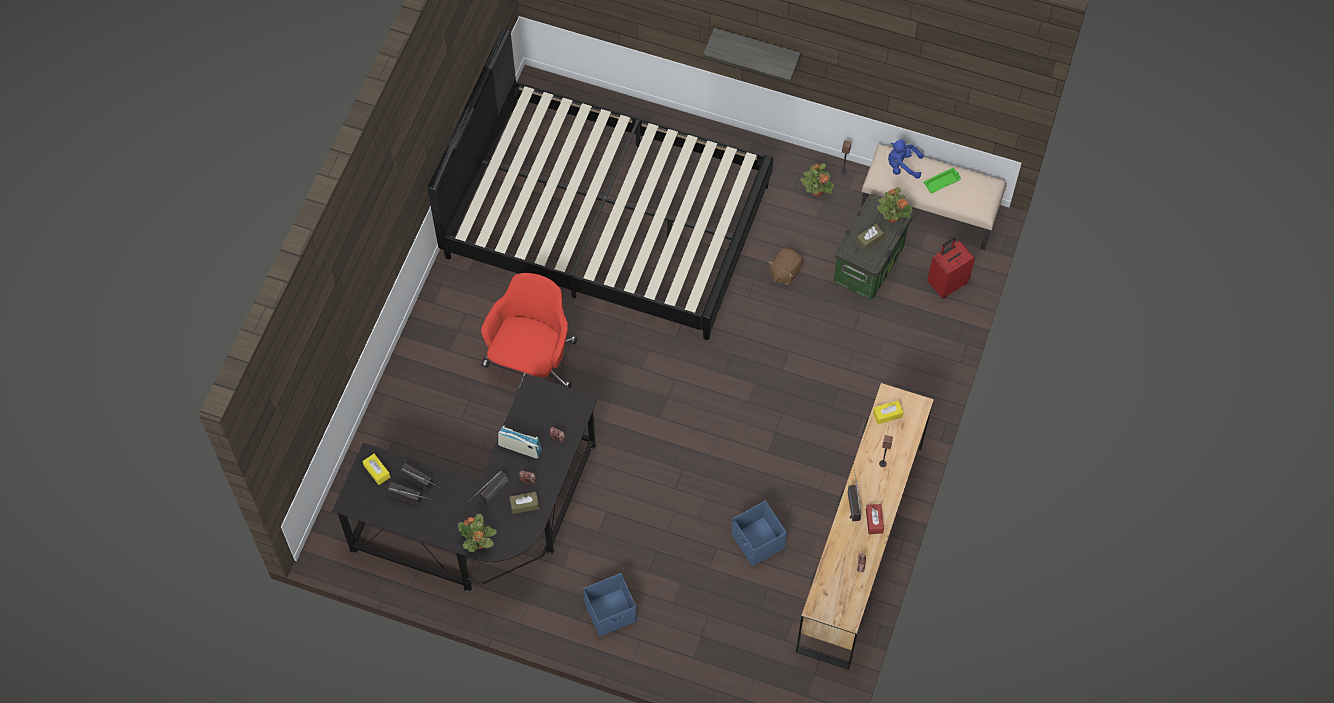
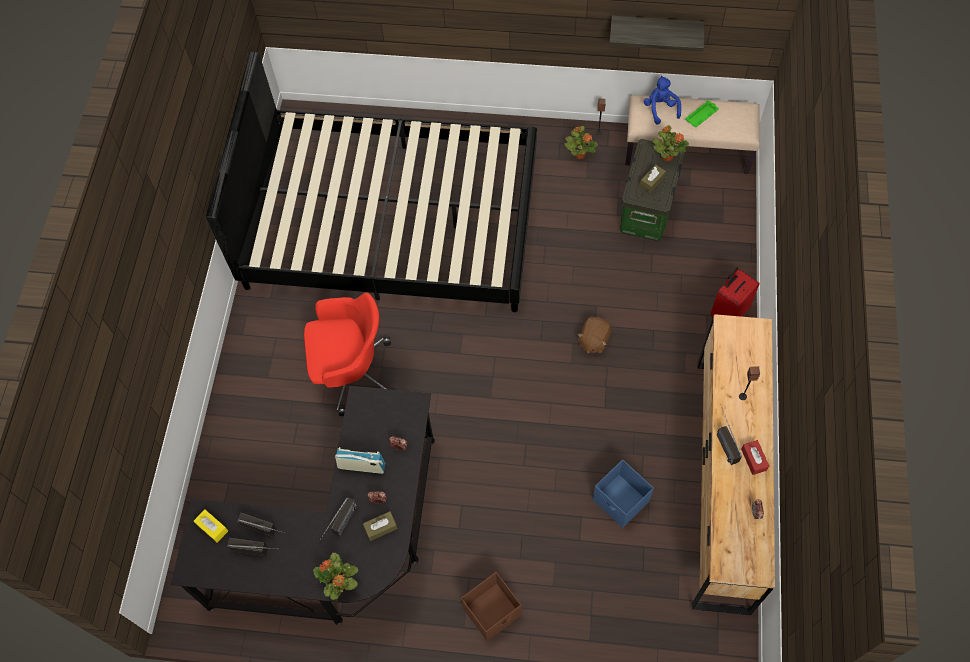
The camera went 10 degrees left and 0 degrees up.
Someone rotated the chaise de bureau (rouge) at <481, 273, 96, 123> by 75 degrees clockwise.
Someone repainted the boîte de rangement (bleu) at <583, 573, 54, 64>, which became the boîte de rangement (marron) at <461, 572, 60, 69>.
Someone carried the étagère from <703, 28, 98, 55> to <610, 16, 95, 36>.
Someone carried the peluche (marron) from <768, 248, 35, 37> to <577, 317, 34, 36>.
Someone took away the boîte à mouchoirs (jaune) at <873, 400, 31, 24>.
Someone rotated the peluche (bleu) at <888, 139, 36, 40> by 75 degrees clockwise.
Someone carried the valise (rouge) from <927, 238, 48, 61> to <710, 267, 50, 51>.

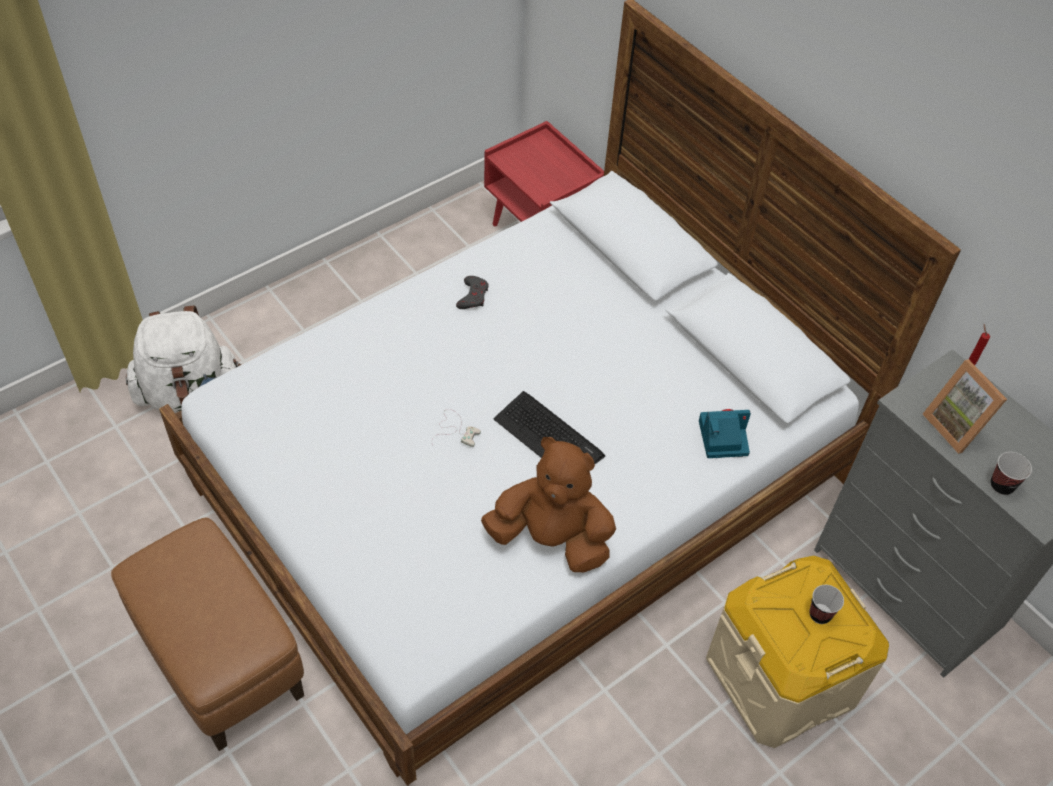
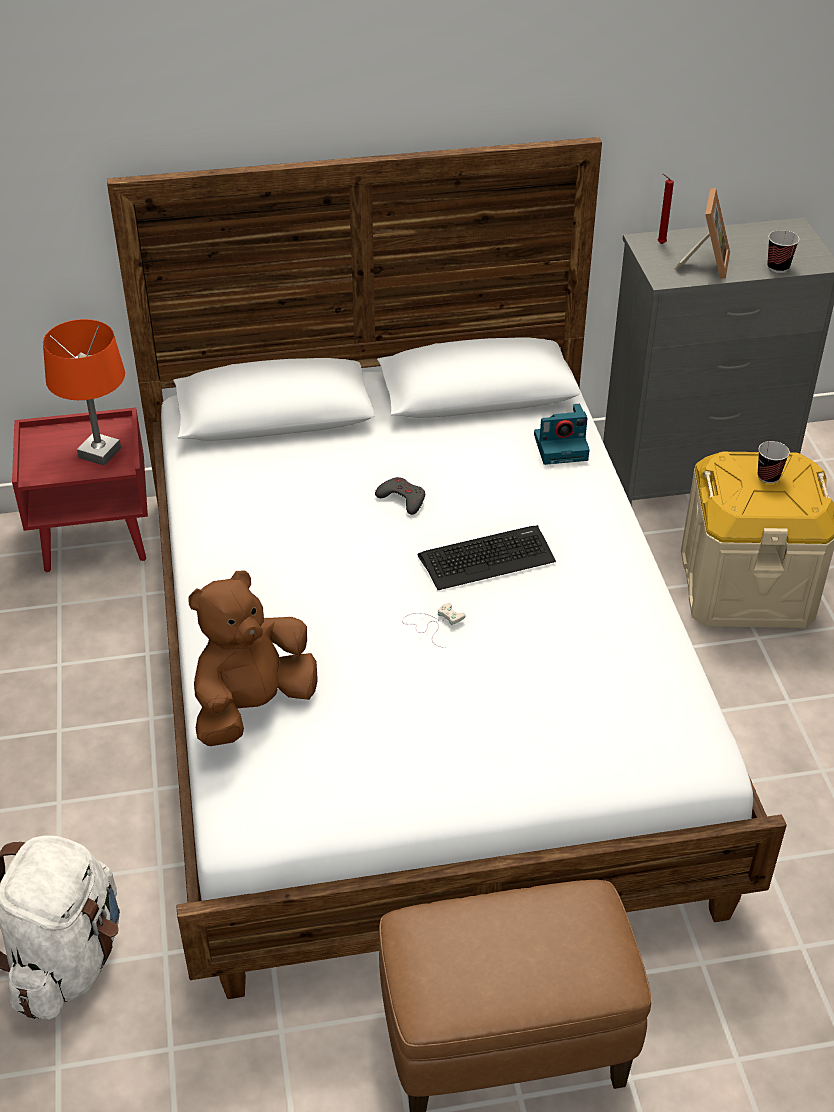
The camera went 60 degrees left and 10 degrees down.
Someone carried the manette (gris) from <456, 276, 33, 33> to <375, 477, 50, 38>.
Someone carried the peluche (marron) from <481, 437, 135, 135> to <188, 570, 130, 176>.
Someone rotated the appareil photo at <699, 409, 52, 49> by 120 degrees counterclockwise.
Someone rotated the cadre photo at <923, 359, 84, 95> by 75 degrees counterclockwise.
Someone put down the lampe de table (orange) at <43, 319, 82, 147>.

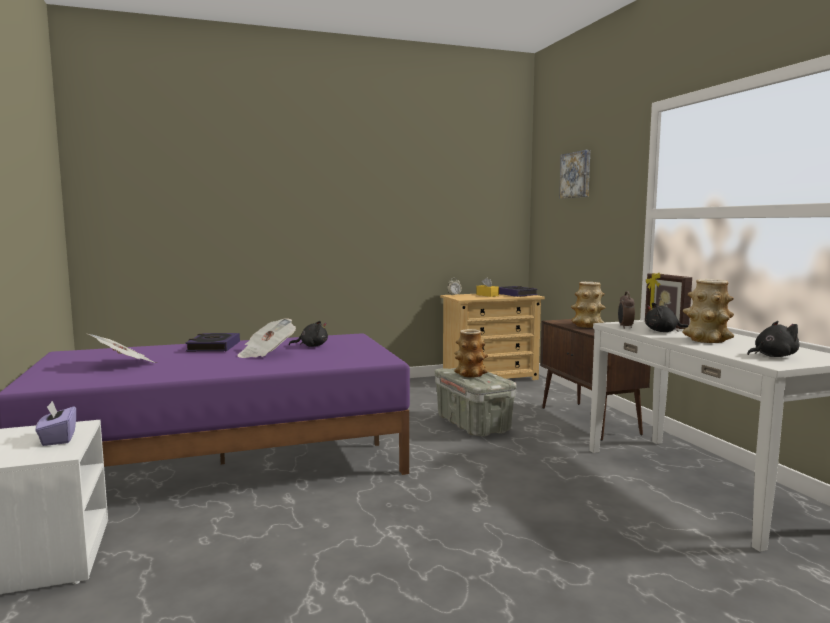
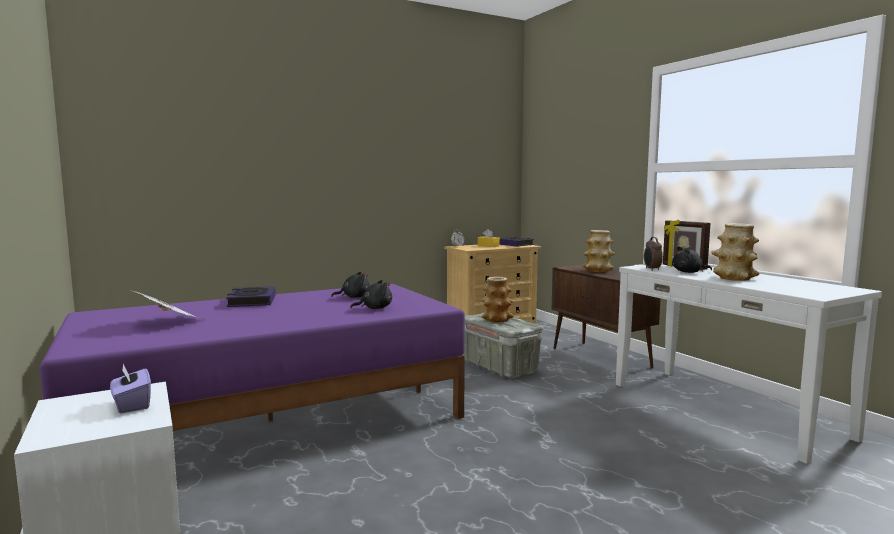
The camera went 10 degrees left and 0 degrees up.
Someone took away the journal at <237, 318, 59, 40>.
Someone took away the tableau at <559, 150, 31, 49>.
Someone carried the peluche (noir) from <747, 321, 52, 36> to <350, 280, 42, 29>.

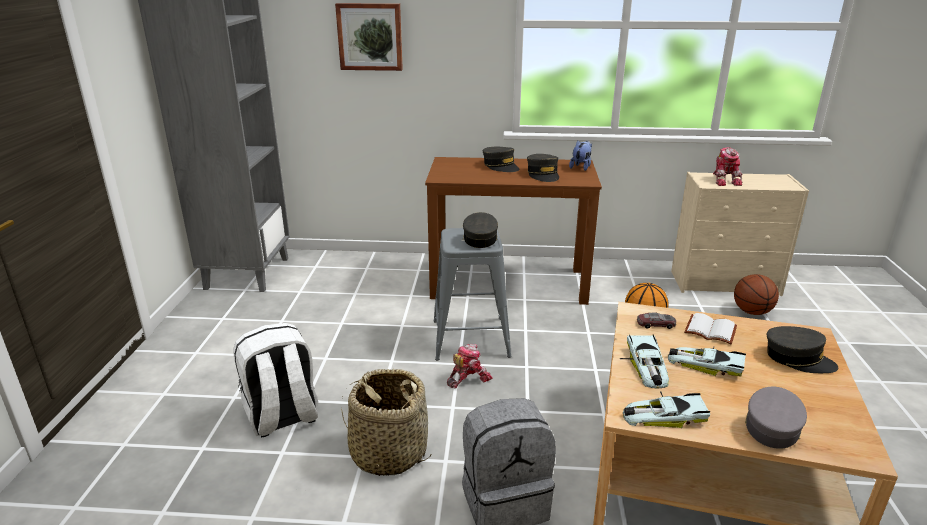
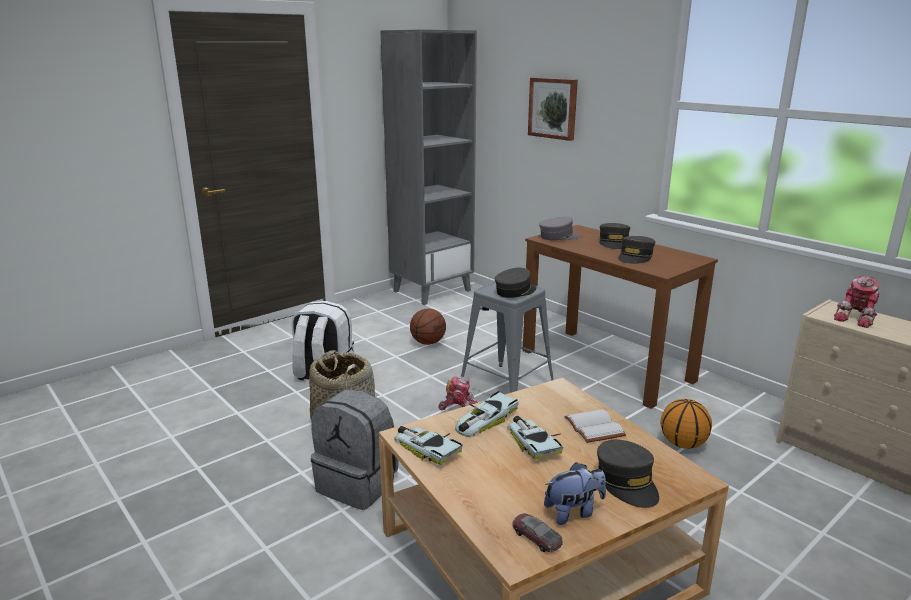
The camera went 45 degrees right and 5 degrees down.
Someone carried the peluche from <569, 140, 23, 31> to <544, 462, 62, 63>.
Someone carried the petite voiture from <637, 312, 39, 17> to <513, 513, 50, 39>.
Someone carried the ballon de basket from <734, 274, 45, 41> to <410, 309, 36, 36>.
Someone carried the casquette (gris) from <745, 387, 62, 62> to <539, 216, 42, 24>.

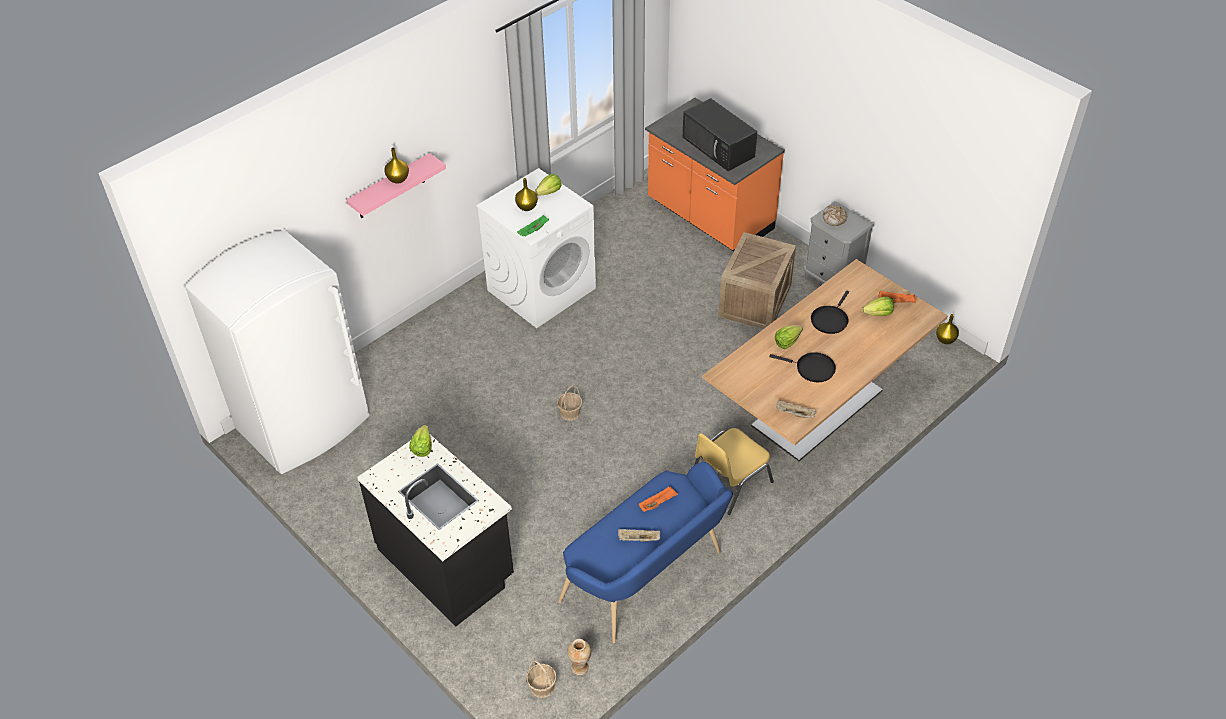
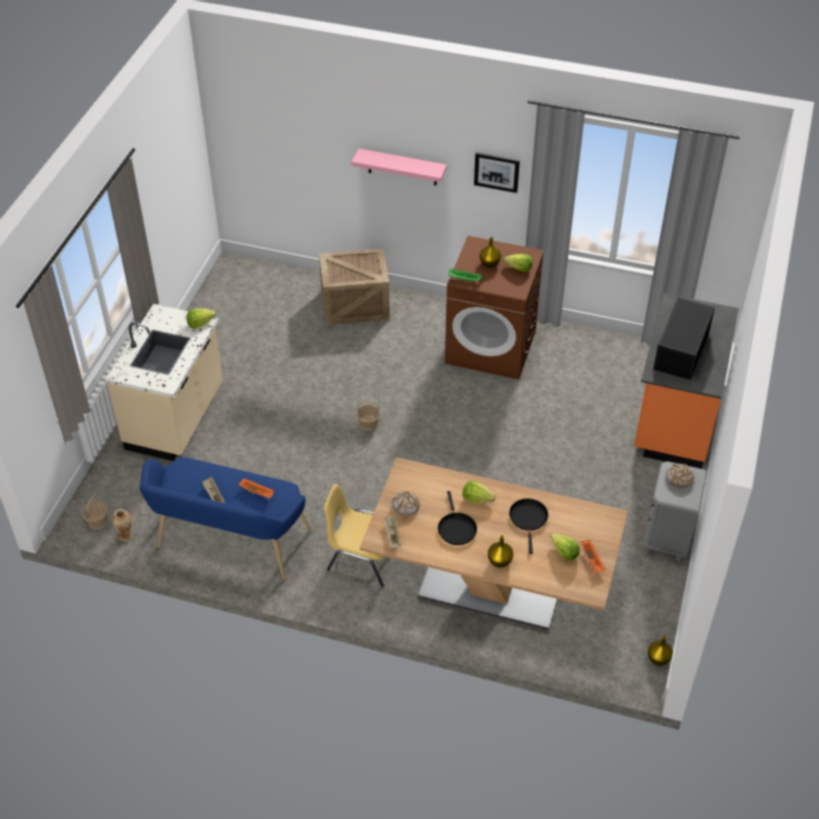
The camera went 60 degrees right and 0 degrees up.
Someone took away the réfrigérateur (blanc) at <185, 230, 184, 244>.
Someone repainted the comptoir de cuisine (noir) at <357, 435, 157, 191>, which became the comptoir de cuisine (beige) at <105, 304, 118, 157>.
Someone carried the vase (jaune) from <385, 148, 24, 36> to <488, 535, 25, 33>.
Someone repainted the lave-linge (blanc) at <476, 168, 120, 160>, which became the lave-linge (marron) at <445, 236, 99, 143>.
Someone carried the caisse from <718, 232, 78, 97> to <319, 249, 71, 76>.
Someone rotated the poêle (noir) at <811, 291, 38, 43> by 90 degrees clockwise.
Someone put down the pain at <392, 491, 28, 25>.
Someone put up the tableau at <474, 152, 46, 41>.

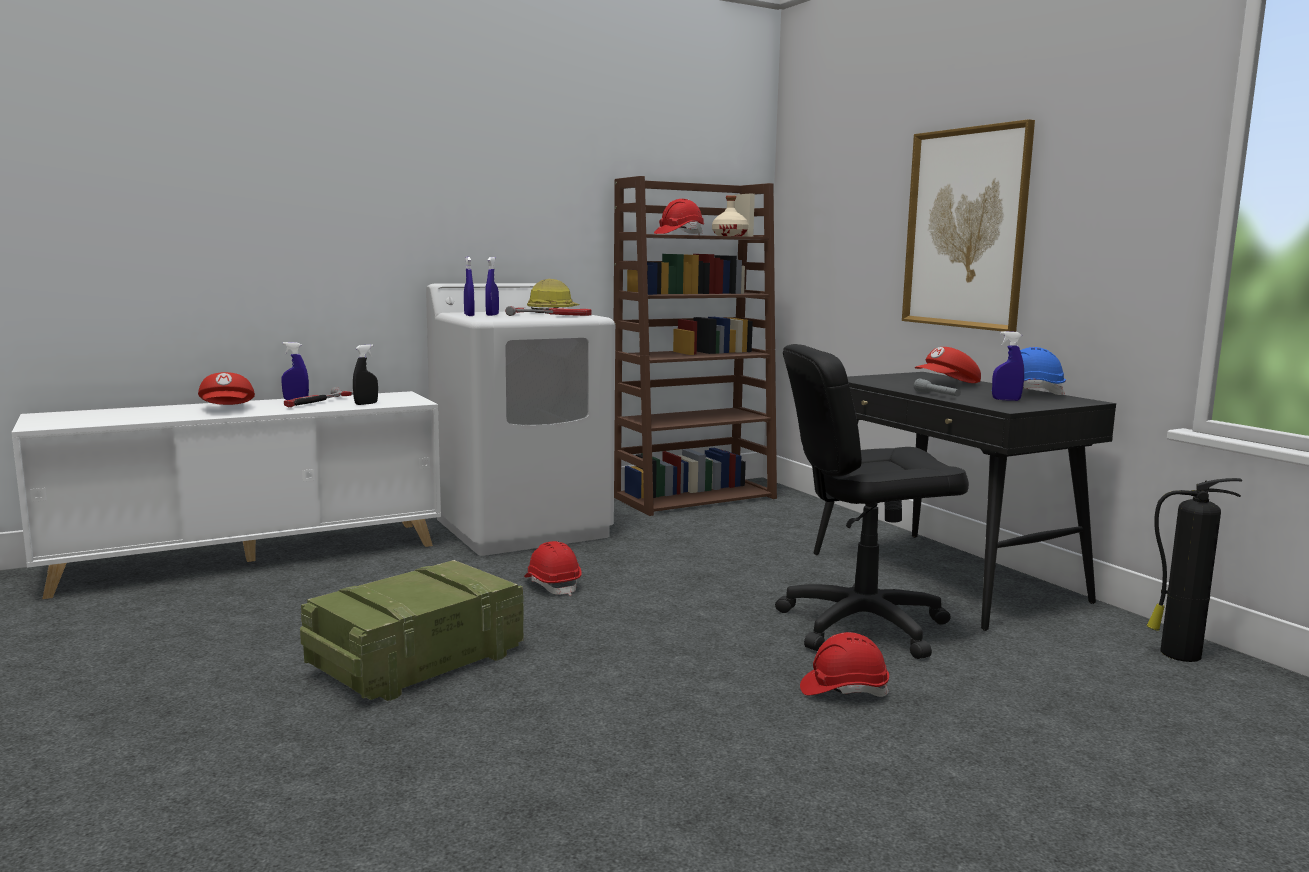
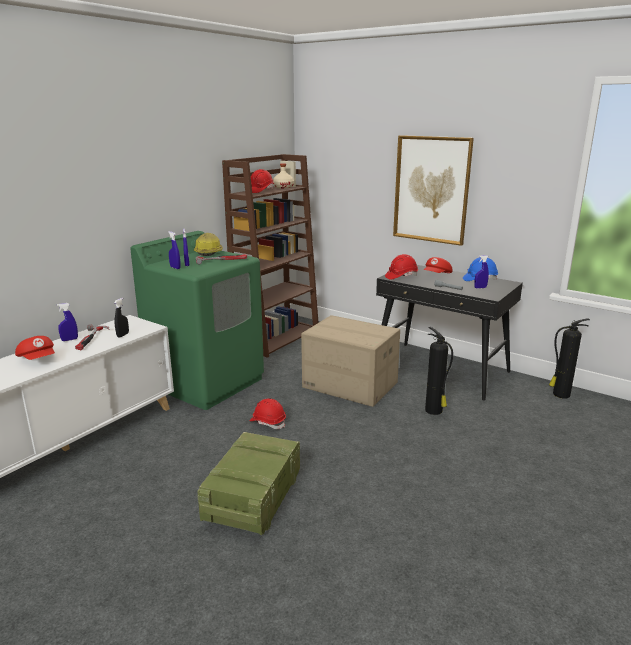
The camera went 25 degrees left and 10 degrees up.
Someone repainted the lave-linge (blanc) at <426, 283, 189, 273>, which became the lave-linge (vert) at <131, 231, 133, 179>.
Someone swapped the chaise de bureau (noir) at <775, 344, 194, 315> for the extincteur at <425, 327, 28, 88>.
Someone carried the casque de chantier (rouge) from <800, 632, 89, 65> to <385, 254, 33, 26>.
Someone put down the carton at <301, 315, 99, 92>.

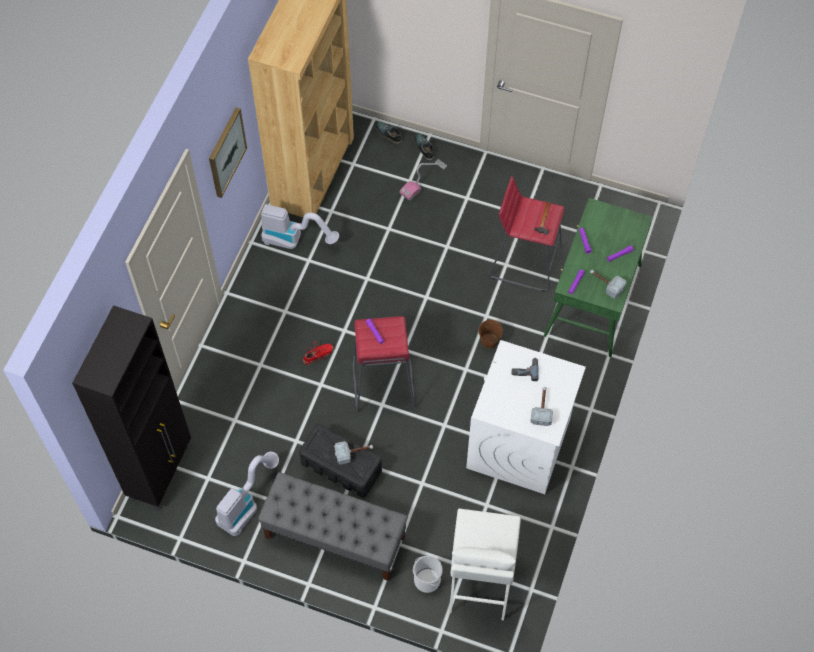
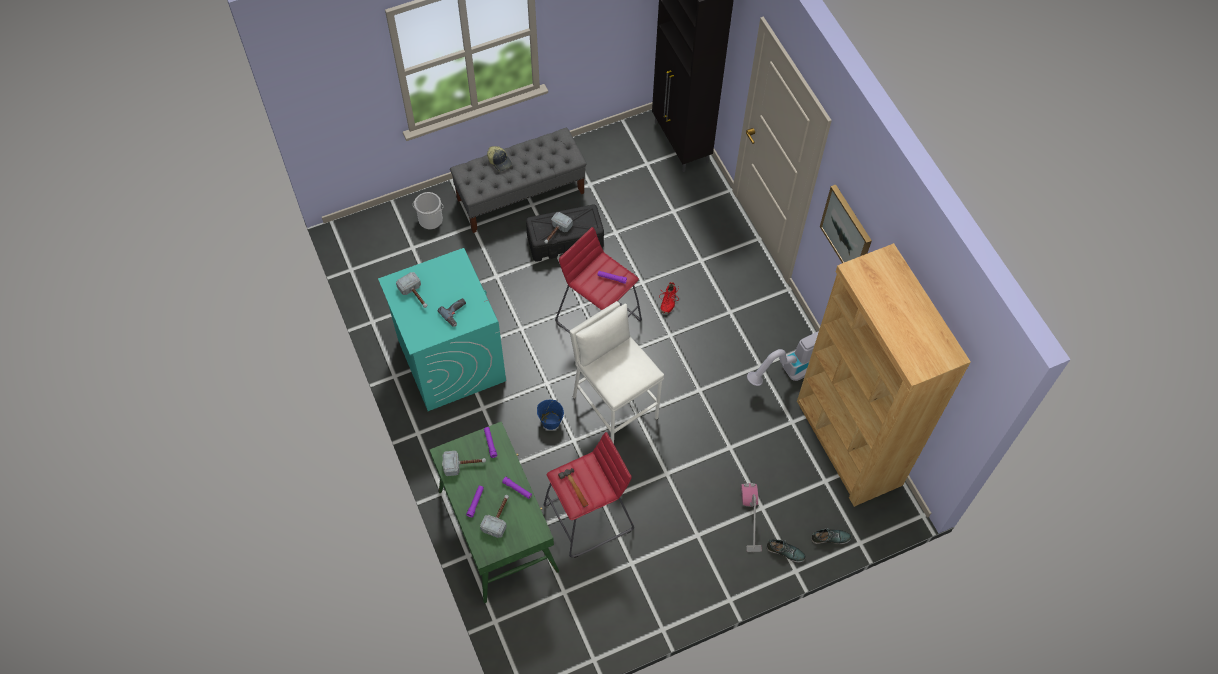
The camera went 135 degrees right and 0 degrees up.
Someone took away the aspirateur at <215, 452, 64, 84>.
Someone carried the tabouret (blanc) from <449, 509, 72, 112> to <570, 301, 94, 143>.
Someone repainted the lave-linge (blanc) at <466, 340, 120, 154>, which became the lave-linge (turquoise) at <378, 248, 128, 163>.
Someone repainted the seau (marron) at <478, 319, 25, 30>, which became the seau (bleu) at <537, 400, 27, 30>.
Someone put down the marteau at <480, 495, 29, 43>.
Someone put down the casquette at <487, 146, 25, 26>.

